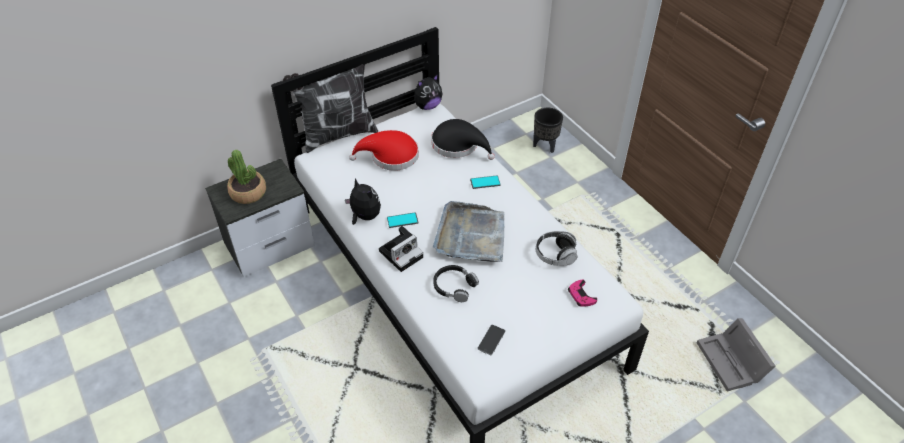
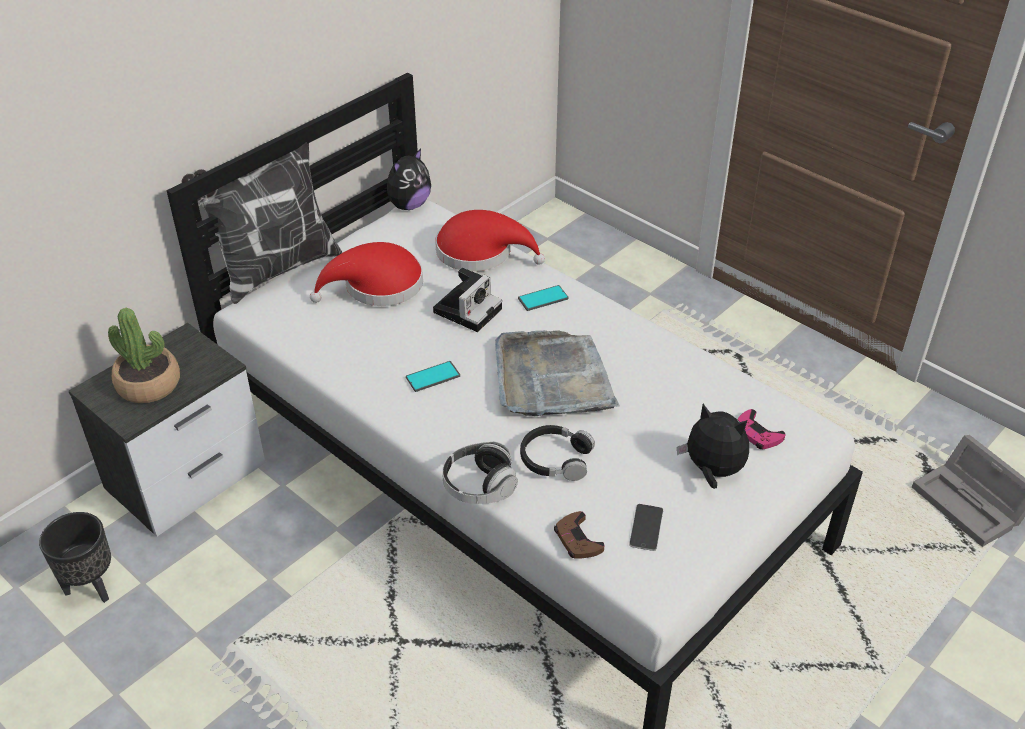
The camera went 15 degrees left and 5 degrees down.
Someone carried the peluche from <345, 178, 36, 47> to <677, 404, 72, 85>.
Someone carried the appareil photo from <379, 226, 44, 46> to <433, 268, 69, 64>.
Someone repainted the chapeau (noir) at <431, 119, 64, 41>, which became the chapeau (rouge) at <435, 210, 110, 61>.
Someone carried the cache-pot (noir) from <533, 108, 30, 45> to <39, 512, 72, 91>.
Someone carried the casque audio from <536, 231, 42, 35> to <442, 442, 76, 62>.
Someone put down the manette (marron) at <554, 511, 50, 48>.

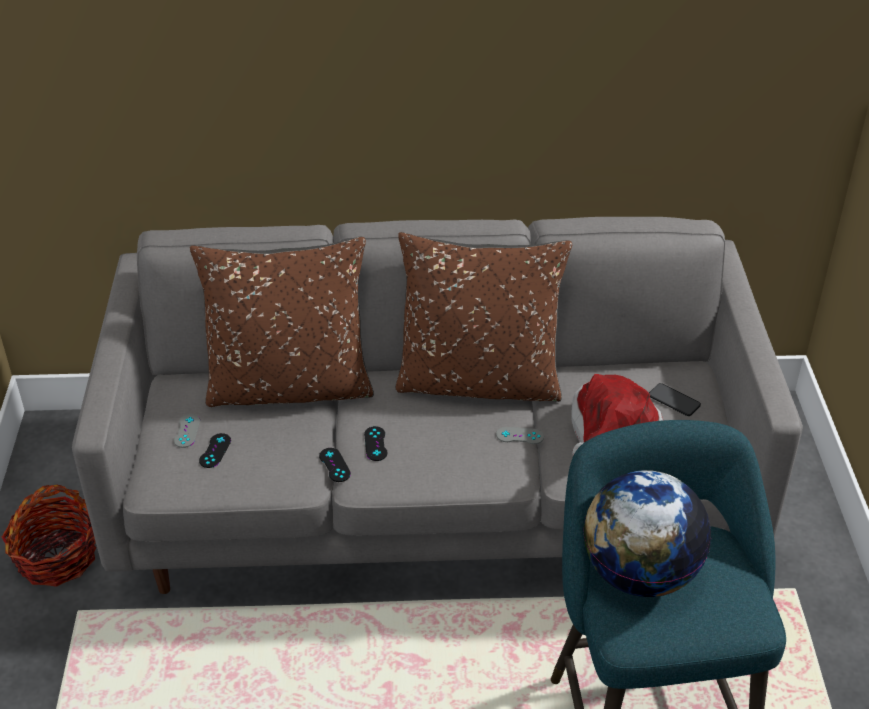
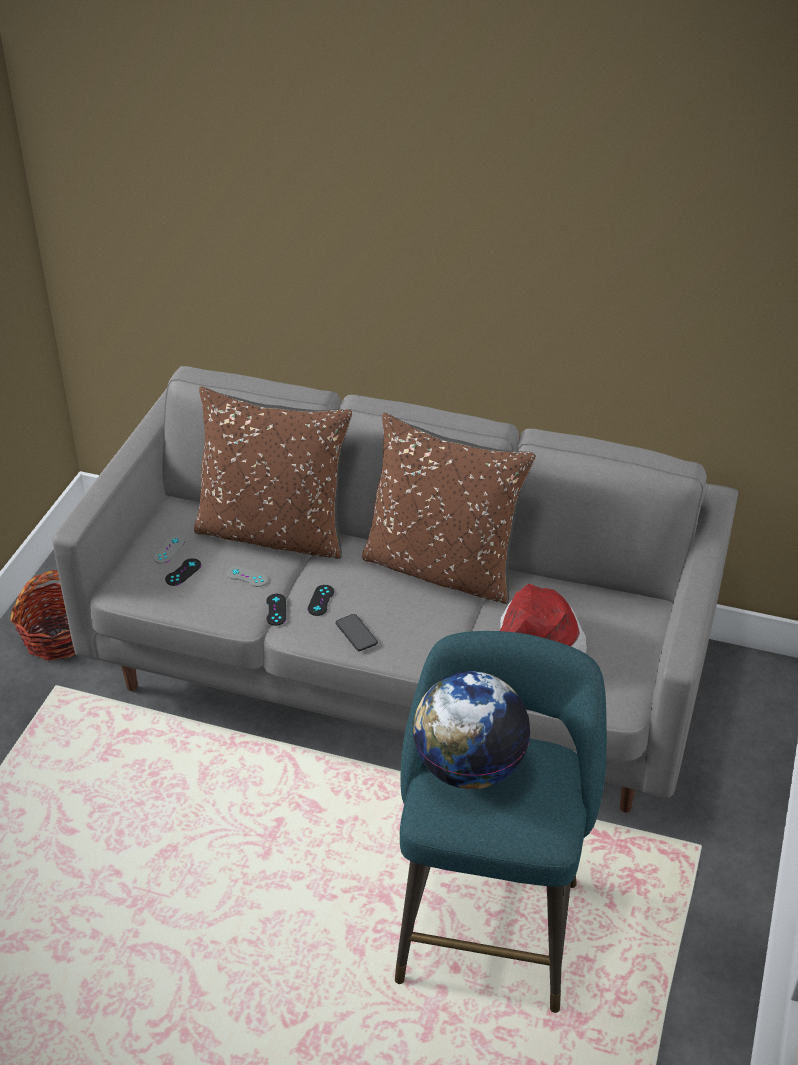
The camera went 20 degrees right and 0 degrees up.
Someone carried the manette (gris) from <496, 427, 48, 17> to <227, 566, 41, 21>.
Someone carried the téléphone from <649, 383, 52, 33> to <336, 614, 42, 37>.

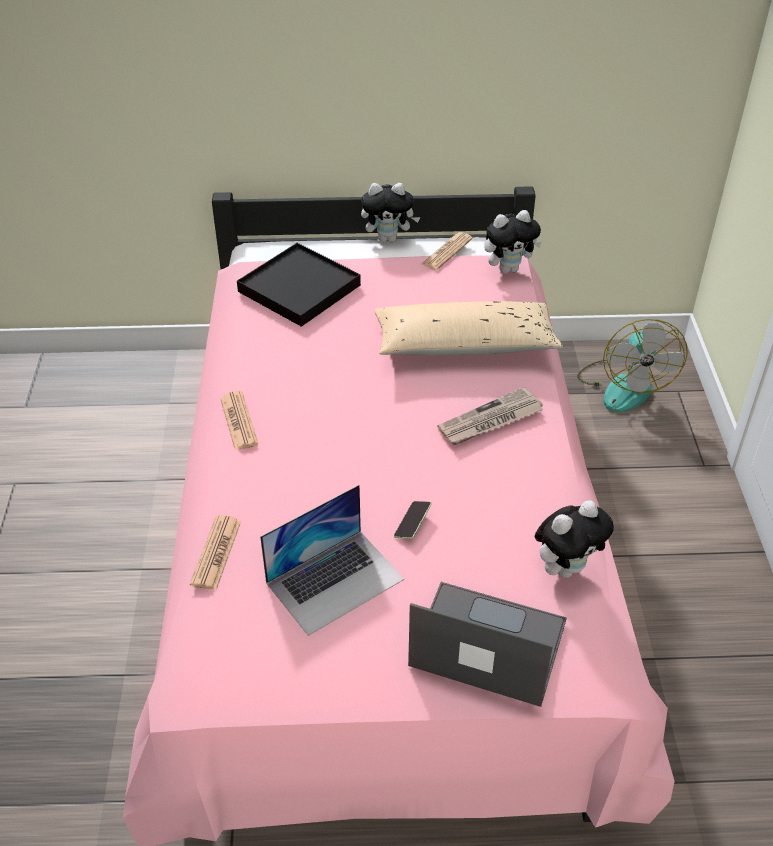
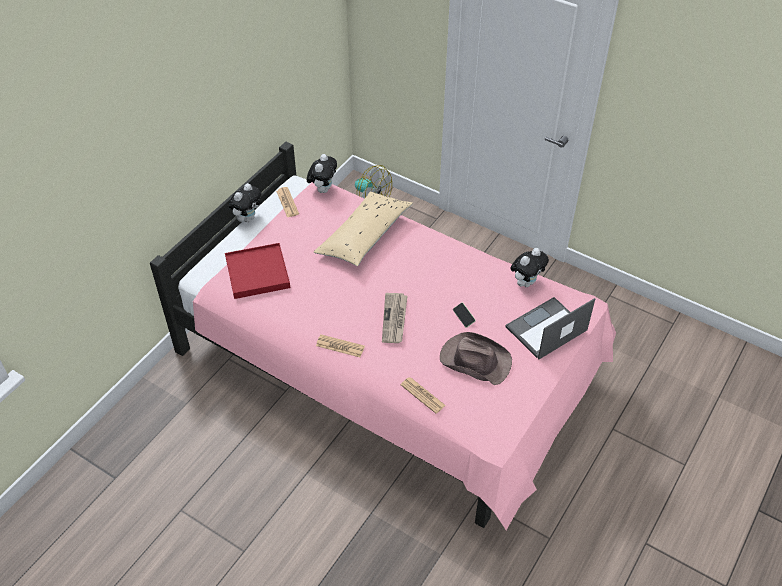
The camera went 55 degrees left and 5 degrees up.
Someone repainted the plateau (noir) at <237, 243, 124, 84>, which became the plateau (rouge) at <225, 243, 65, 56>.
Someone swapped the ordinateur portable at <260, 485, 144, 151> for the chapeau (marron) at <440, 332, 72, 53>.
Someone carried the journal from <437, 387, 107, 58> to <382, 293, 25, 50>.
Someone rotated the peluche at <534, 500, 80, 78> by 45 degrees clockwise.

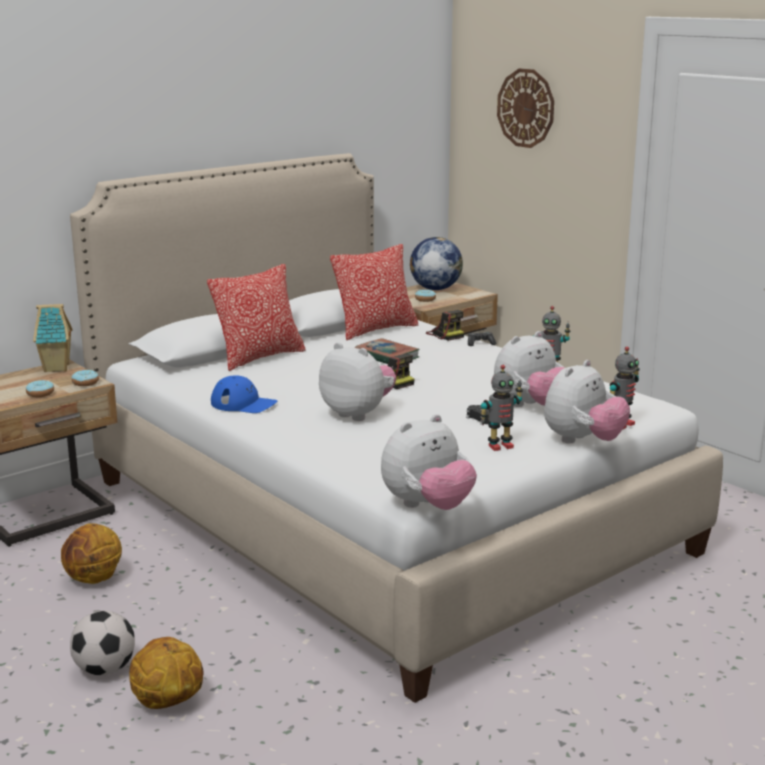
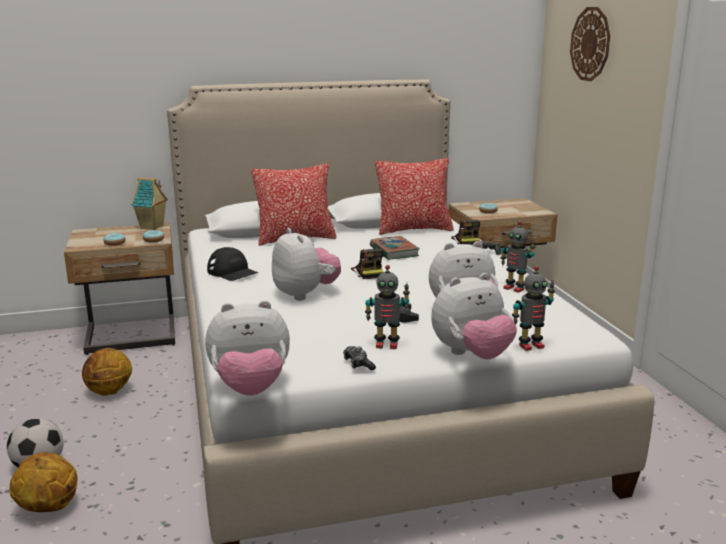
The camera went 25 degrees right and 0 degrees up.
Someone repainted the casquette (bleu) at <211, 375, 66, 38>, which became the casquette (noir) at <207, 247, 51, 34>.
Someone took away the globe at <410, 237, 53, 53>.
Someone put down the manette at <343, 346, 33, 24>.

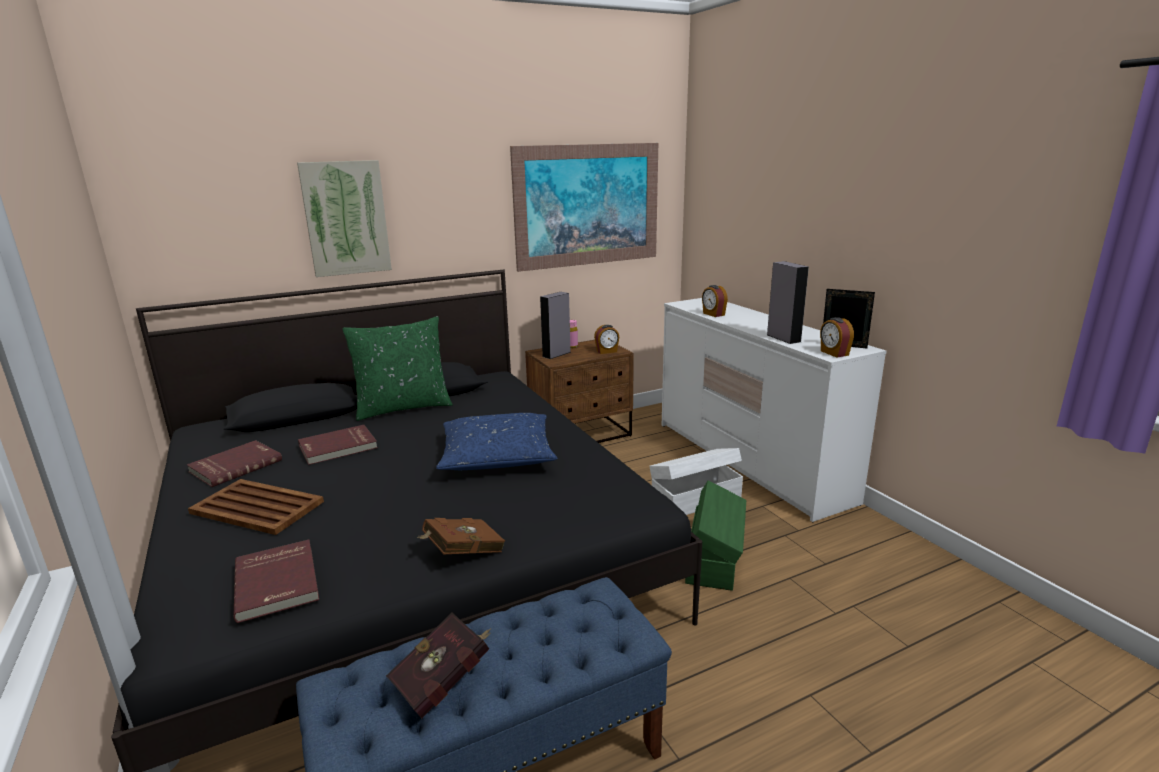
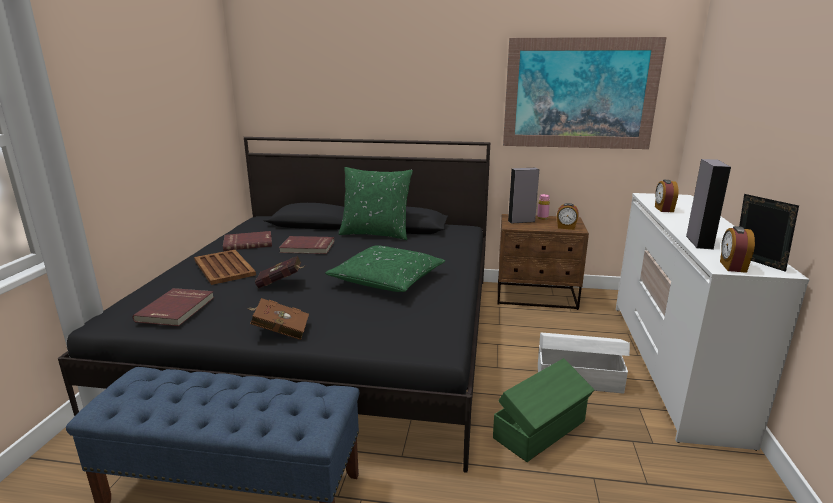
The camera went 35 degrees right and 0 degrees up.
Someone took away the tableau at <297, 160, 95, 117>.
Someone carried the livre (rouge) from <386, 612, 105, 106> to <255, 256, 50, 33>.
Someone repainted the coussin (bleu) at <436, 413, 121, 57>, which became the coussin (vert) at <325, 245, 120, 47>.

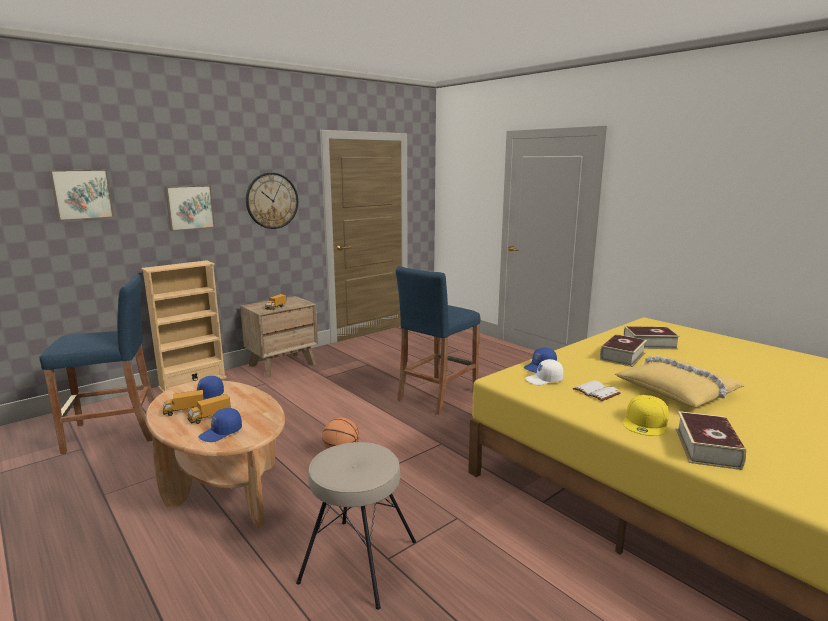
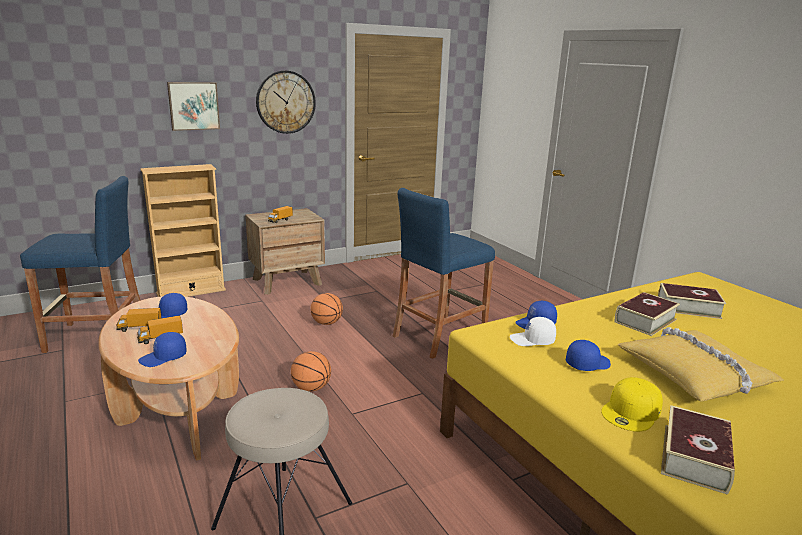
The camera went 10 degrees right and 5 degrees up.
Someone took away the tableau at <49, 170, 65, 51>.
Someone swapped the livre (blanc) at <573, 380, 48, 21> for the casquette (bleu) at <566, 340, 45, 31>.
Someone put down the ballon de basket at <310, 293, 33, 32>.

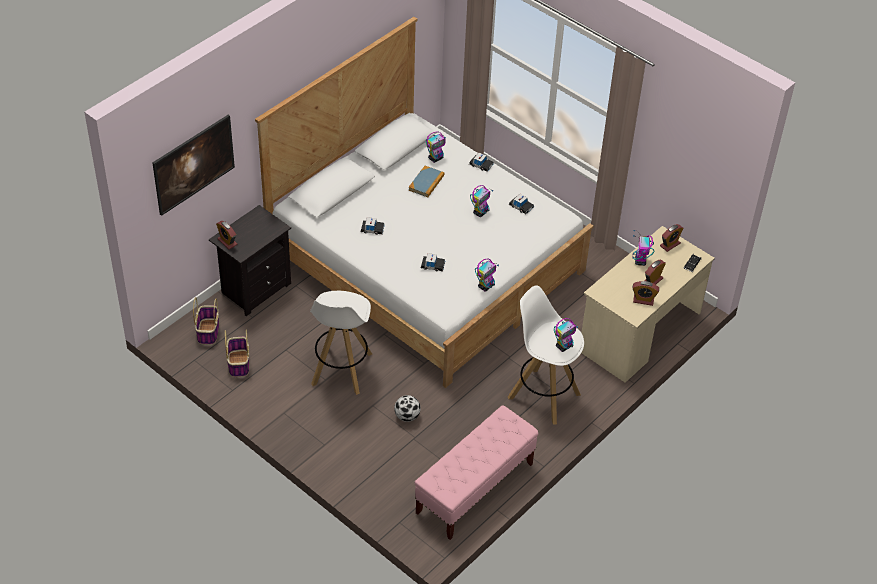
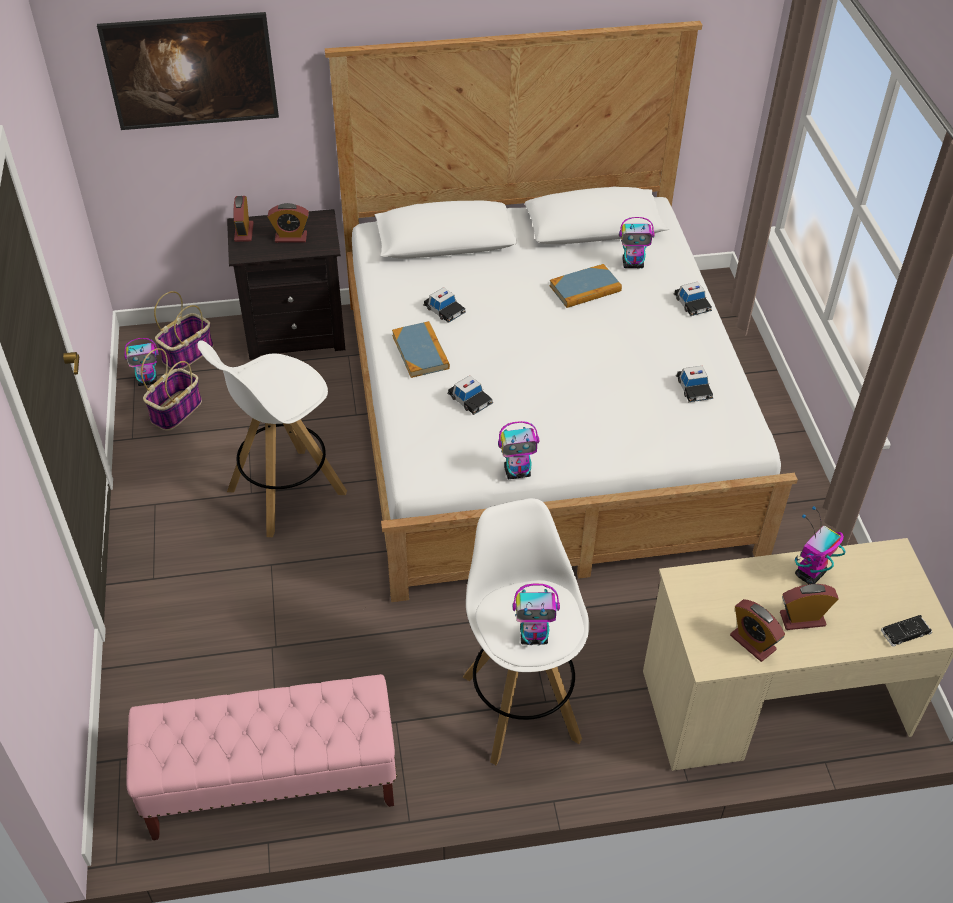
The camera went 40 degrees right and 0 degrees up.
Someone took away the ballon de foot at <394, 395, 27, 27>.
Someone carried the robot jouet from <470, 185, 23, 32> to <124, 338, 35, 48>.
Someone carried the réveil from <660, 224, 24, 28> to <267, 203, 42, 40>.
Someone put down the livre at <392, 321, 58, 57>.

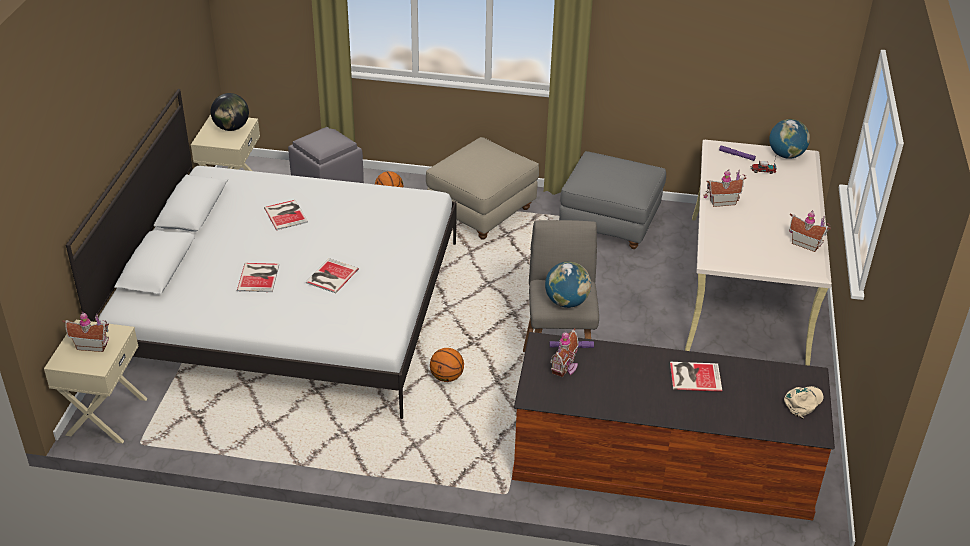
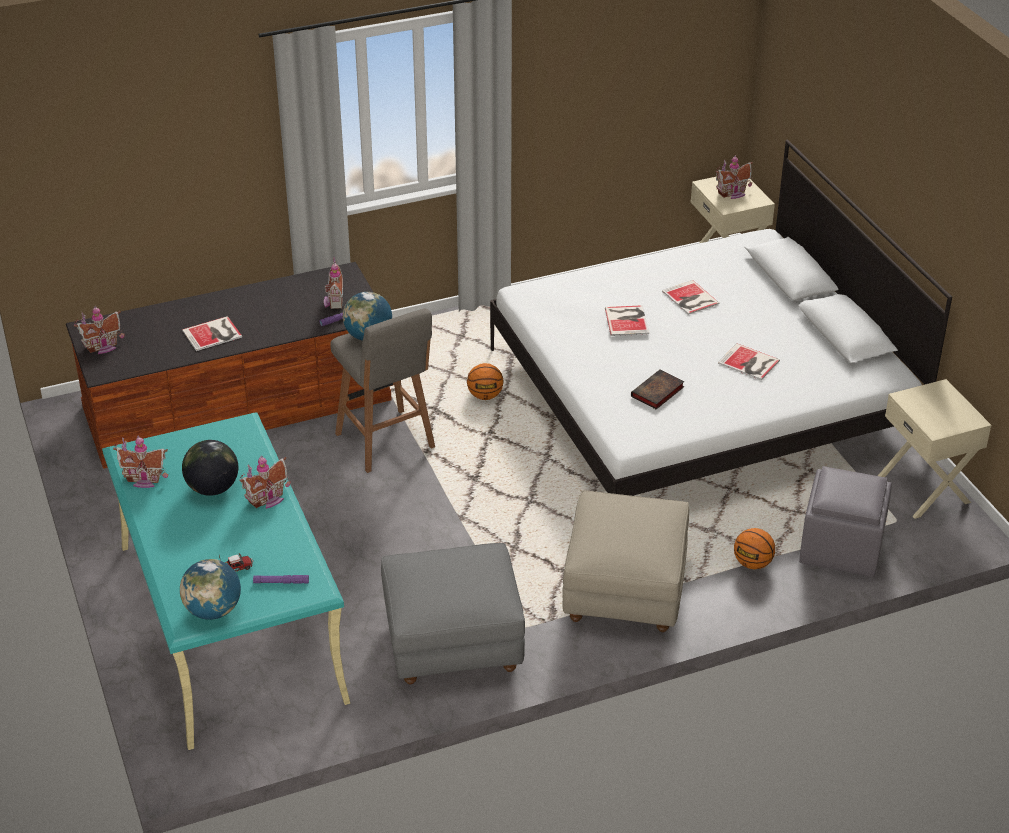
The camera went 150 degrees right and 0 degrees up.
Someone carried the globe from <211, 93, 38, 38> to <182, 440, 56, 56>.
Someone repainted the bureau (beige) at <685, 140, 147, 226>, which became the bureau (turquoise) at <102, 412, 248, 338>.
Someone swapped the casquette (beige) at <784, 386, 39, 33> for the maison miniature at <74, 306, 50, 48>.
Someone put down the livre at <631, 370, 54, 39>.

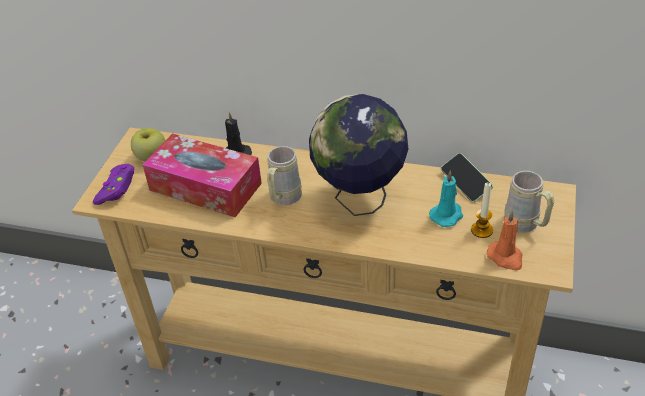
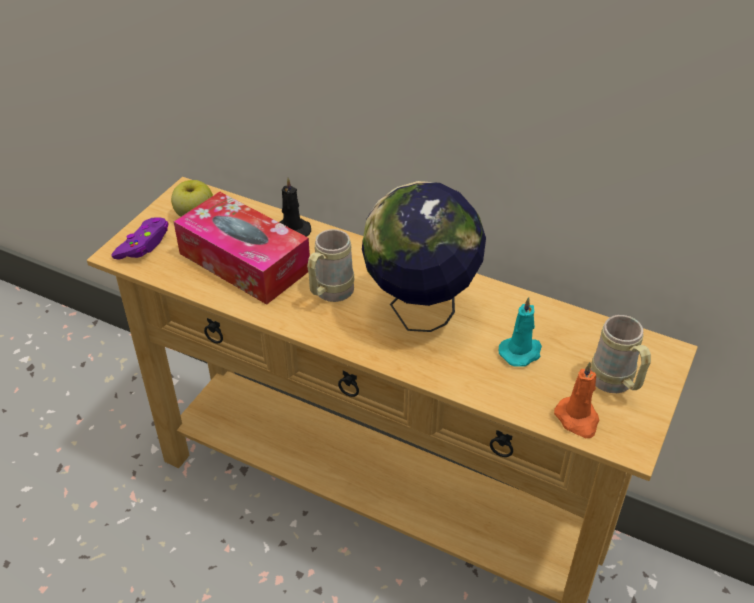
The camera went 10 degrees right and 0 degrees up.
Someone took away the téléphone at <441, 153, 52, 49>.
Someone took away the bougie at <471, 183, 22, 55>.

